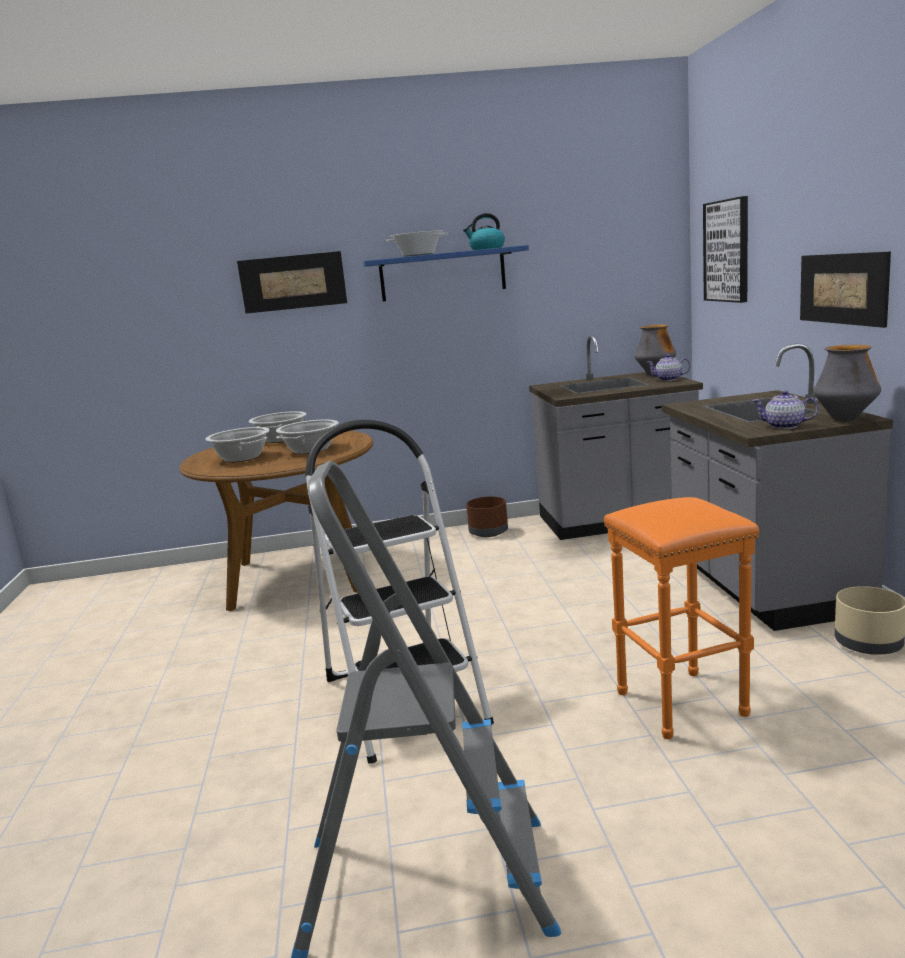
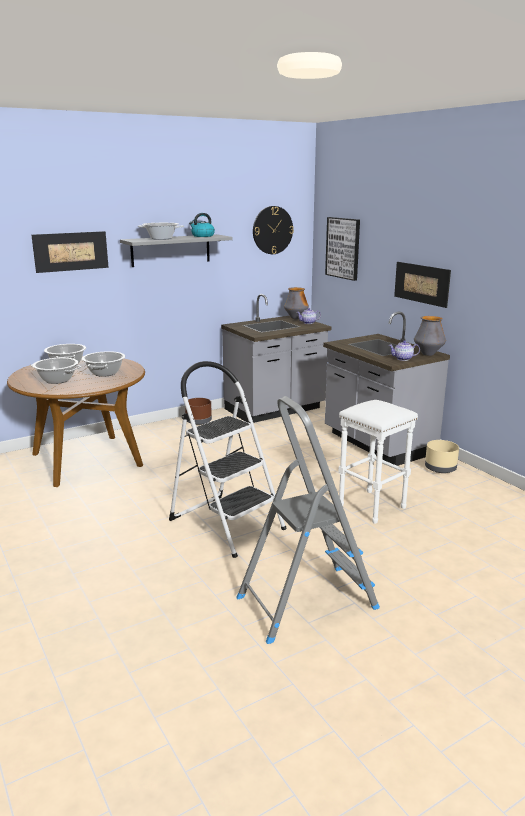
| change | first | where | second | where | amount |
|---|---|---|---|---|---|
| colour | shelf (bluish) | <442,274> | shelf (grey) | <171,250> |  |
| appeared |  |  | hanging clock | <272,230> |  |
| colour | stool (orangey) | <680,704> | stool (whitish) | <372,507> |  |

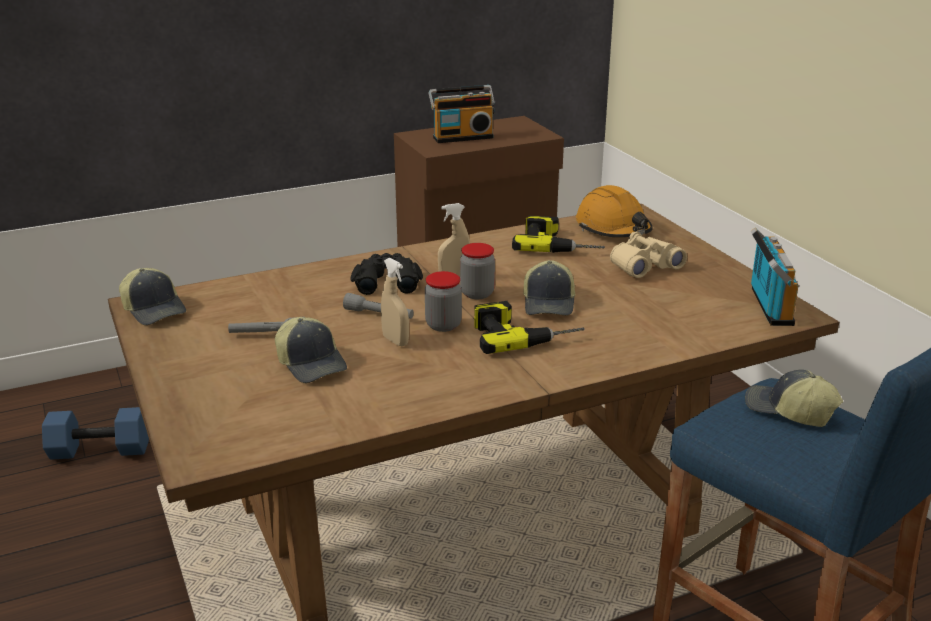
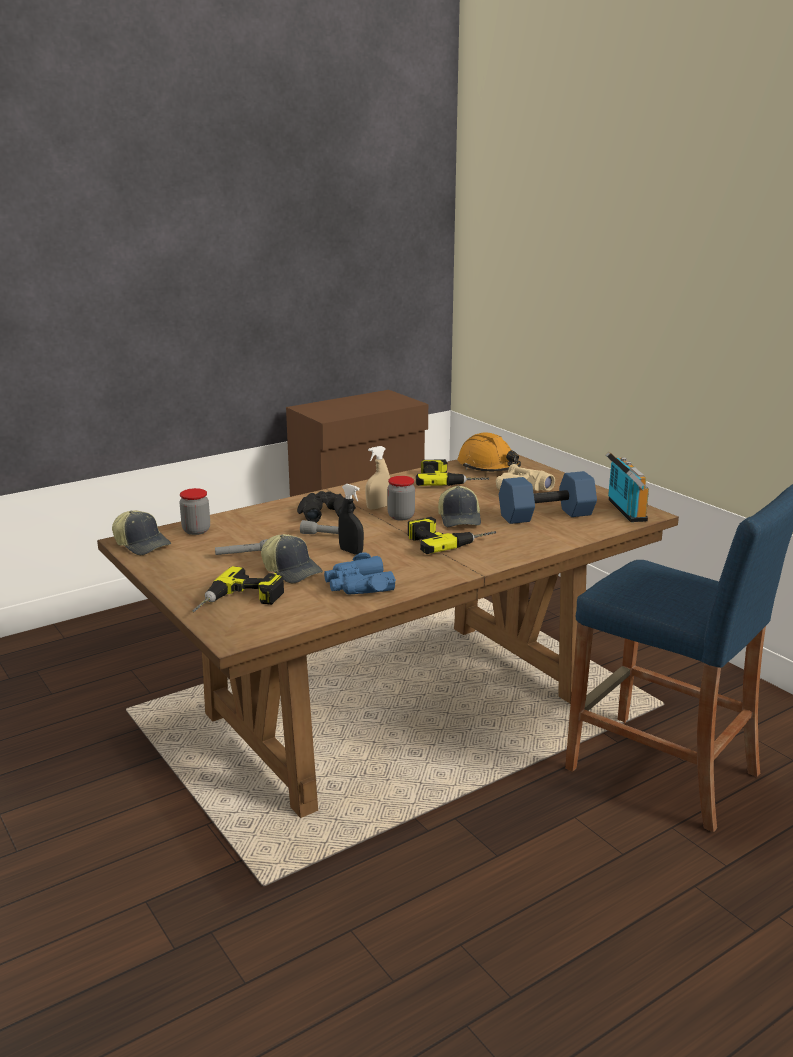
| change | first | where | second | where | amount |
|---|---|---|---|---|---|
| relocated | storage jar | <443,325> |  | <196,530> |  |
| appeared |  |  | drill | <239,602> |  |
| appeared |  |  | pair of binoculars (bluish) | <358,585> |  |
| colour | hand sprayer (sand-coloured) | <395,341> | hand sprayer (black-coloured) | <351,551> |  |
| relocated | hand weight (bluish) | <98,451> |  | <545,516> |  |
| missing | radio receiver | <462,137> |  |  |  |
| missing | baseball cap | <789,411> |  |  |  |

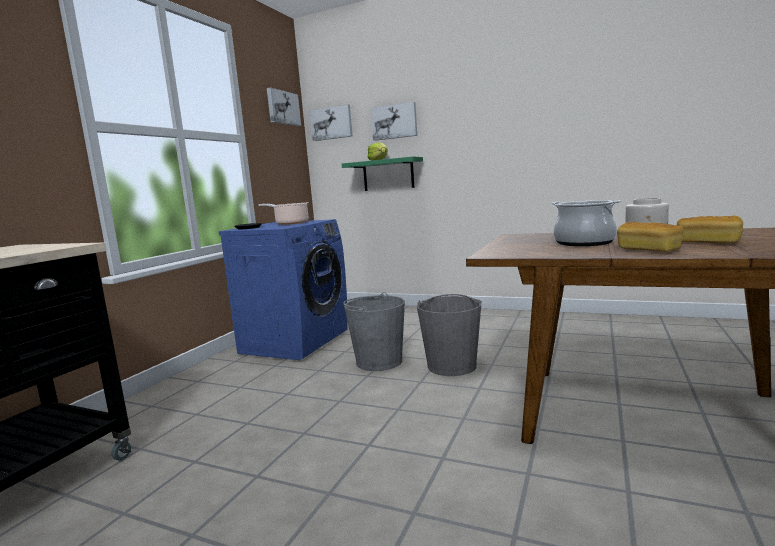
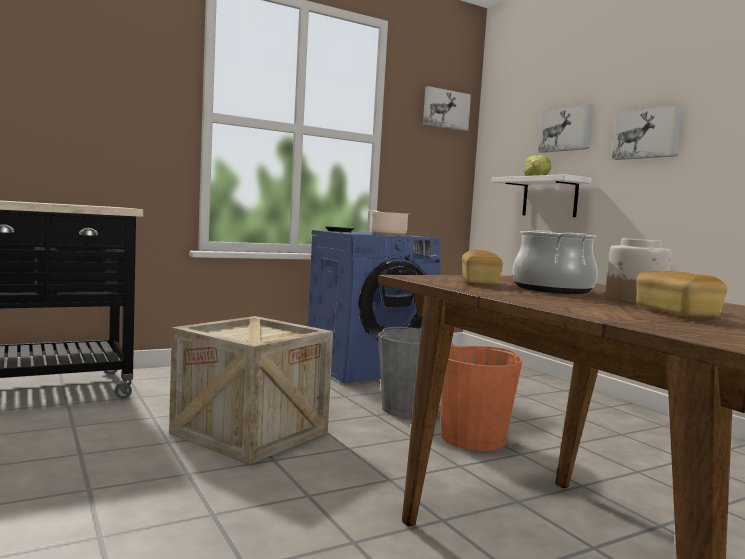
| change | first | where | second | where | amount |
|---|---|---|---|---|---|
| appeared |  |  | packing crate | <250,433> |  |
| colour | pail (grey) | <452,365> | pail (orangey) | <473,438> |  |
| relocated | bread | <648,250> |  | <479,283> |  |
| colour | shelf (greenish) | <388,175> | shelf (whitish) | <550,197> |  |
| relocated | wall picture | <332,123> |  | <648,134> |  |

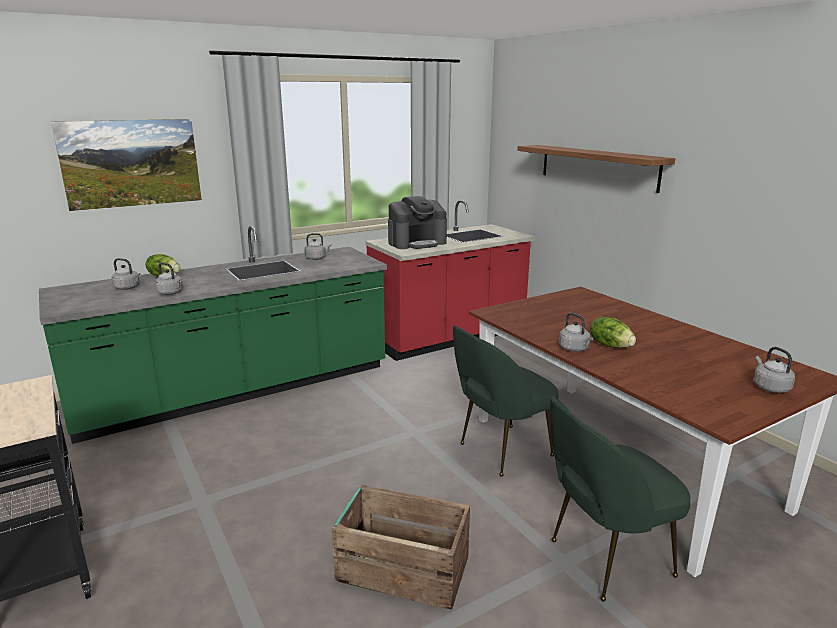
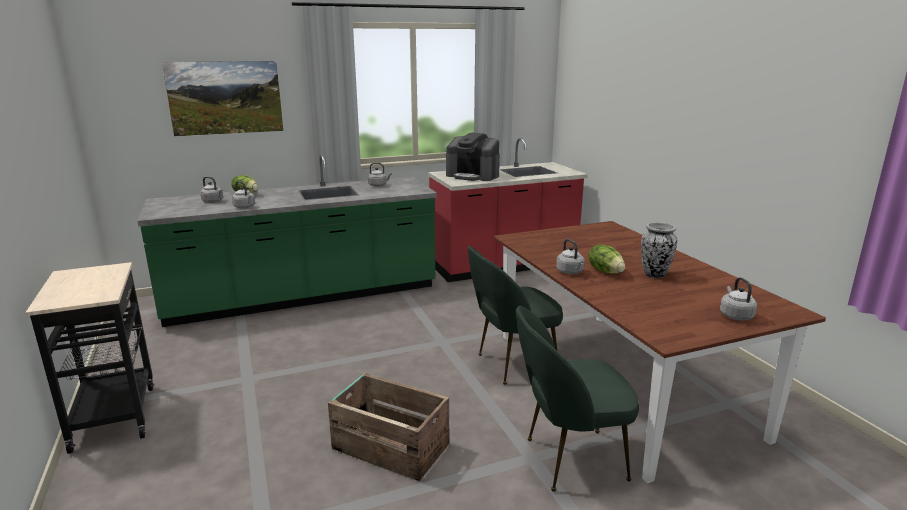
| change | first | where | second | where | amount |
|---|---|---|---|---|---|
| spun | coffee brewer | <417,243> |  | <473,175> | 45 degrees clockwise |
| appeared |  |  | decorative vase | <655,275> |  |
| missing | shelf | <597,167> |  |  |  |

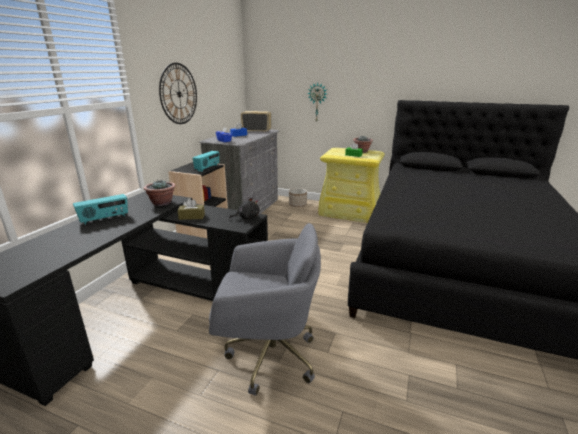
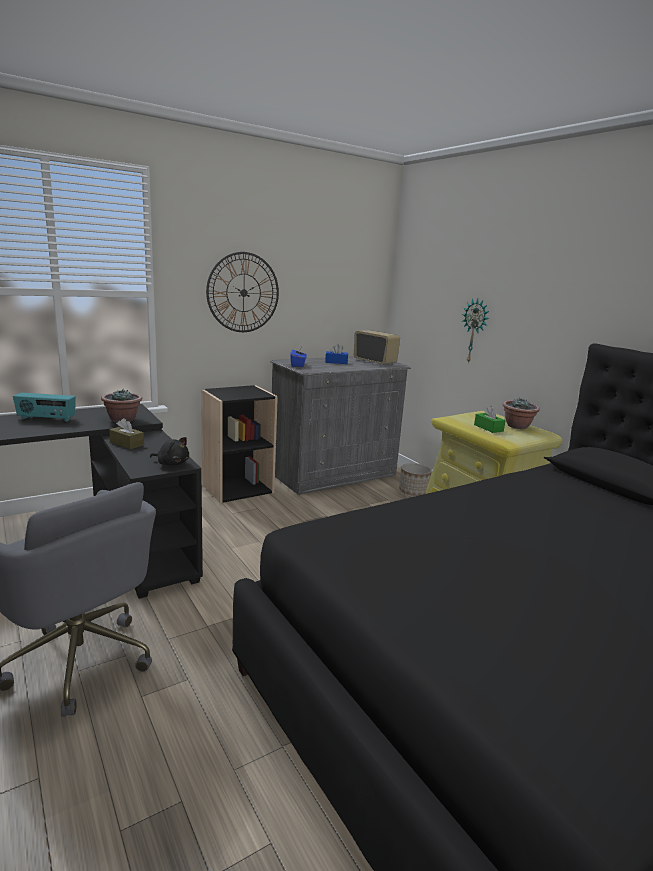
| change | first | where | second | where | amount |
|---|---|---|---|---|---|
| missing | radio receiver | <207,168> |  |  |  |

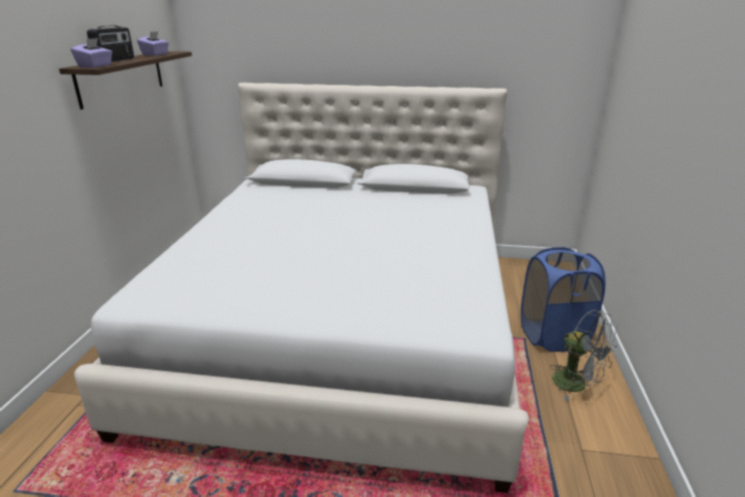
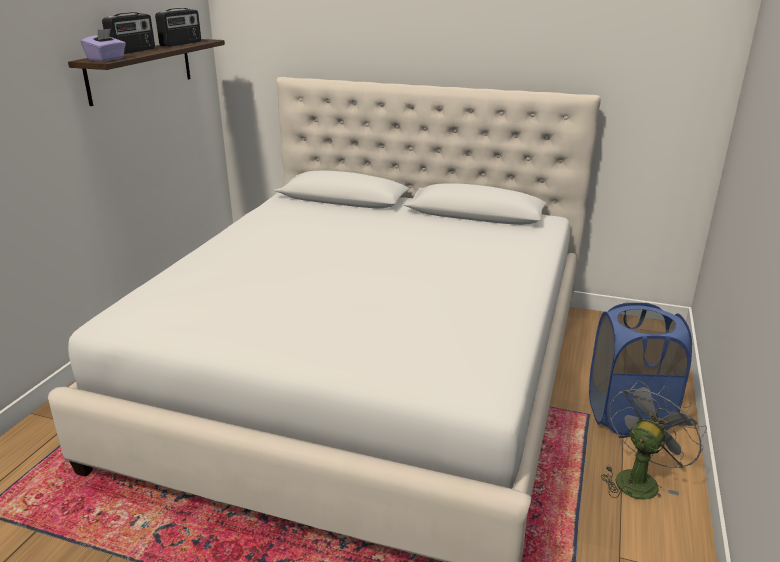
| change | first | where | second | where | amount |
|---|---|---|---|---|---|
| exchanged | box of tissues (purple) | <155,54> | radio receiver | <181,44> |  |
| spun | cooling fan (grey) | <576,385> |  | <639,479> | 105 degrees counterclockwise |

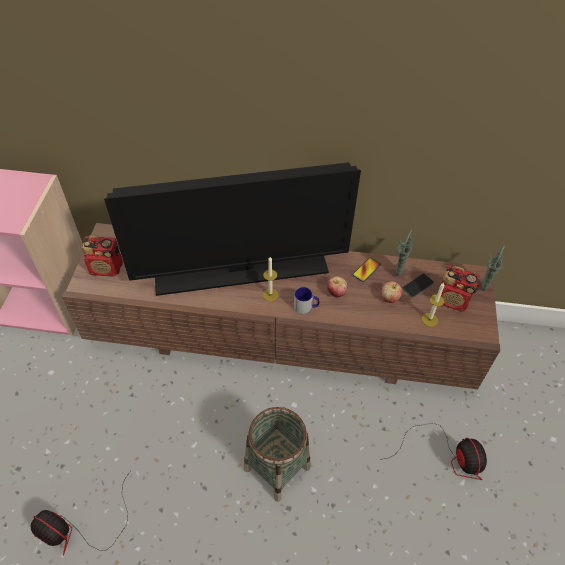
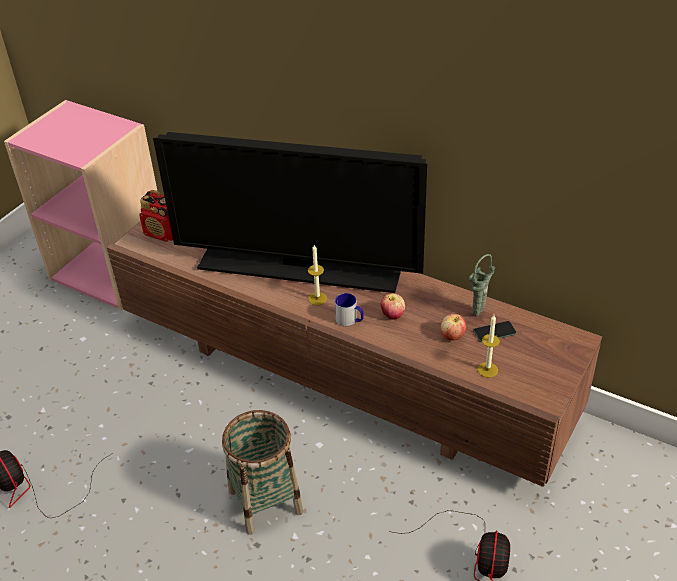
| change | first | where | second | where | amount |
|---|---|---|---|---|---|
| missing | phone | <366,270> |  |  |  |
| missing | radio receiver | <453,300> |  |  |  |
| missing | decorative vase (greenish) | <483,287> |  |  |  |

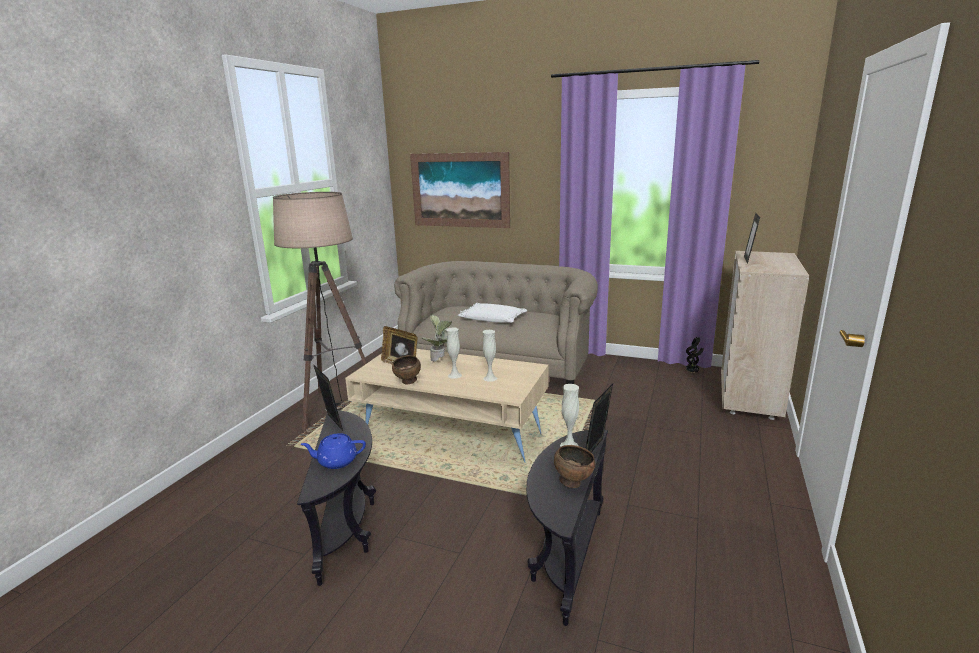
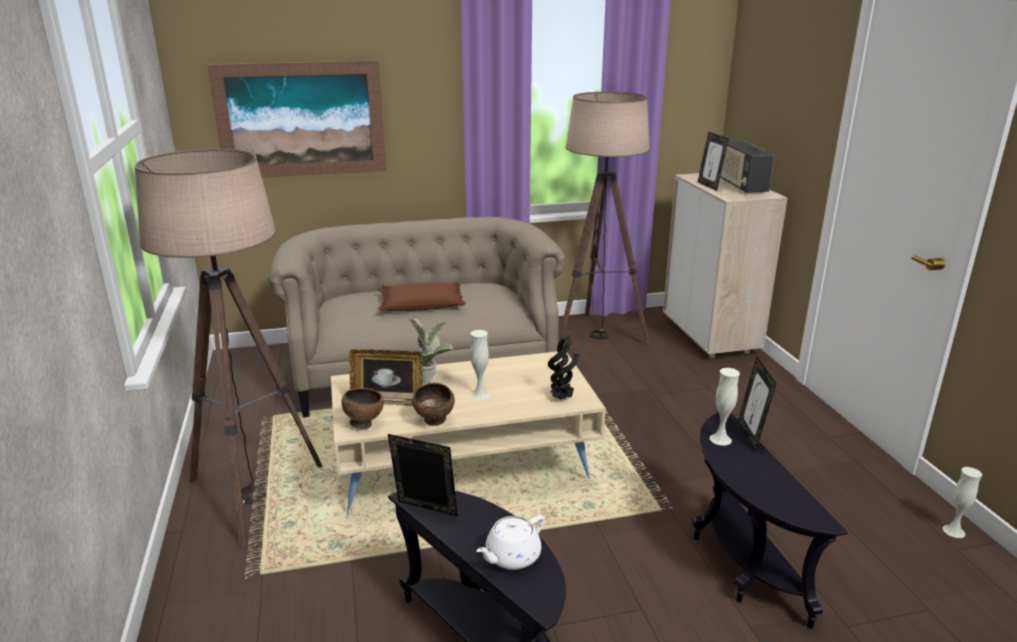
| change | first | where | second | where | amount |
|---|---|---|---|---|---|
| relocated | bowl (brown) | <573,482> |  | <364,424> |  |
| colour | cushion (whitish) | <492,317> | cushion (brown) | <421,303> |  |
| colour | tea pot (bluish) | <336,461> | tea pot (whitish) | <511,557> |  |
| relocated | plant in a pot | <692,372> |  | <562,398> |  |
| appeared |  |  | floor lamp | <597,335> |  |
| appeared |  |  | radio receiver | <741,186> |  |
| relocated | decorative vase (whitish) | <490,378> |  | <953,531> |  |

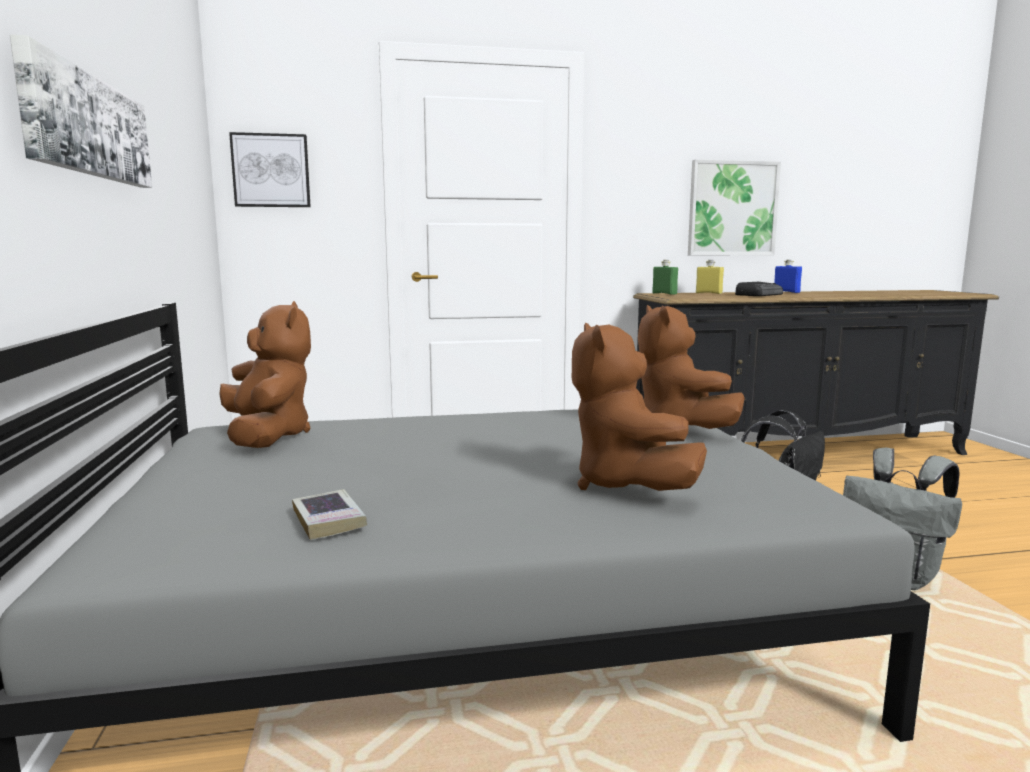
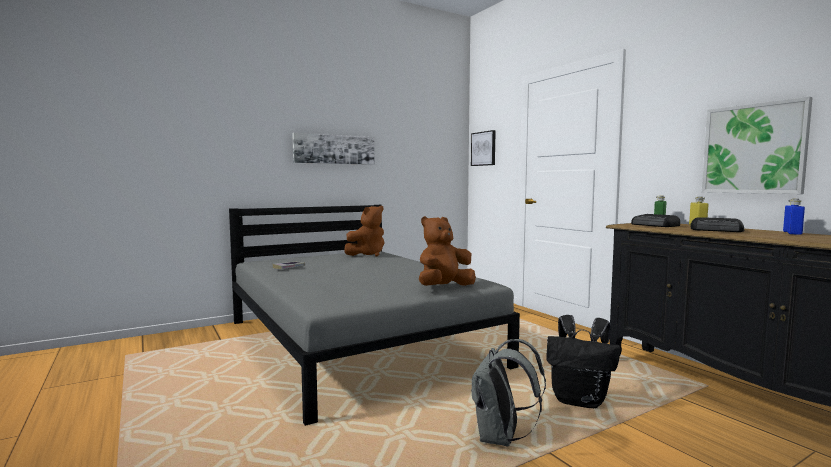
| change | first | where | second | where | amount |
|---|---|---|---|---|---|
| appeared |  |  | radio receiver | <655,225> |  |
| missing | cuddly toy (brown) | <626,485> |  |  |  |

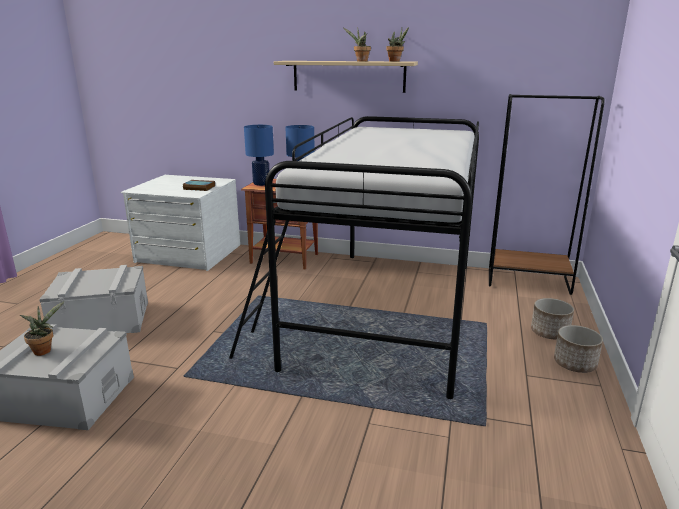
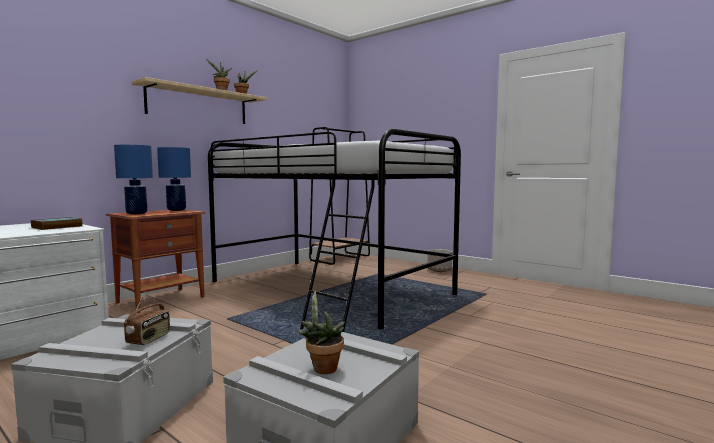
| change | first | where | second | where | amount |
|---|---|---|---|---|---|
| appeared |  |  | radio receiver | <149,339> |  |
| missing | flower pot | <549,332> |  |  |  |

